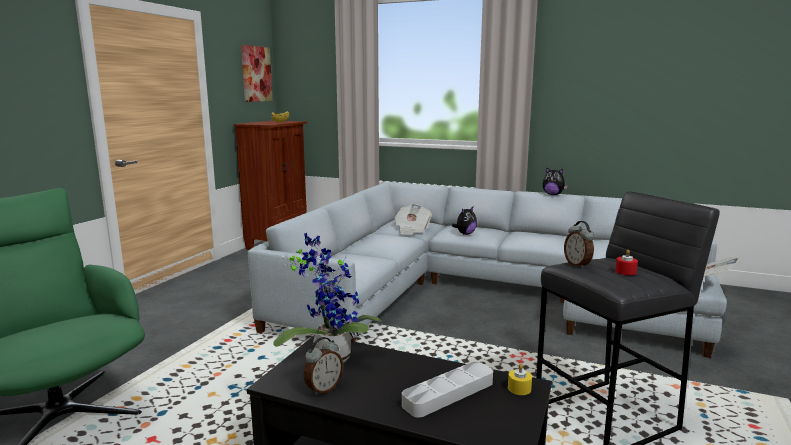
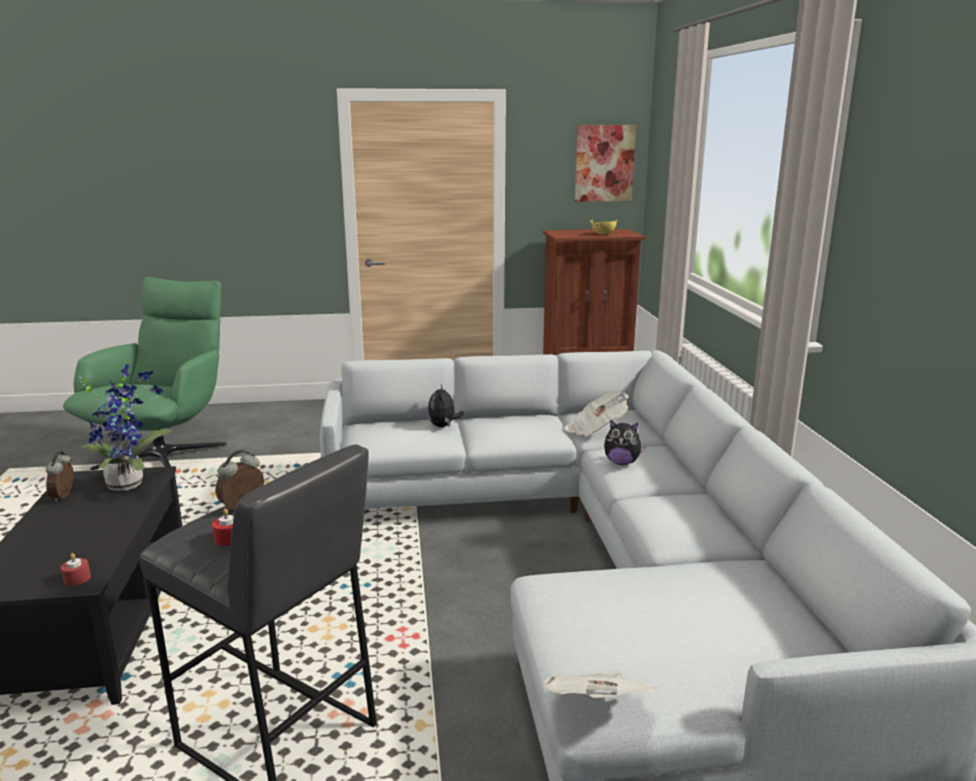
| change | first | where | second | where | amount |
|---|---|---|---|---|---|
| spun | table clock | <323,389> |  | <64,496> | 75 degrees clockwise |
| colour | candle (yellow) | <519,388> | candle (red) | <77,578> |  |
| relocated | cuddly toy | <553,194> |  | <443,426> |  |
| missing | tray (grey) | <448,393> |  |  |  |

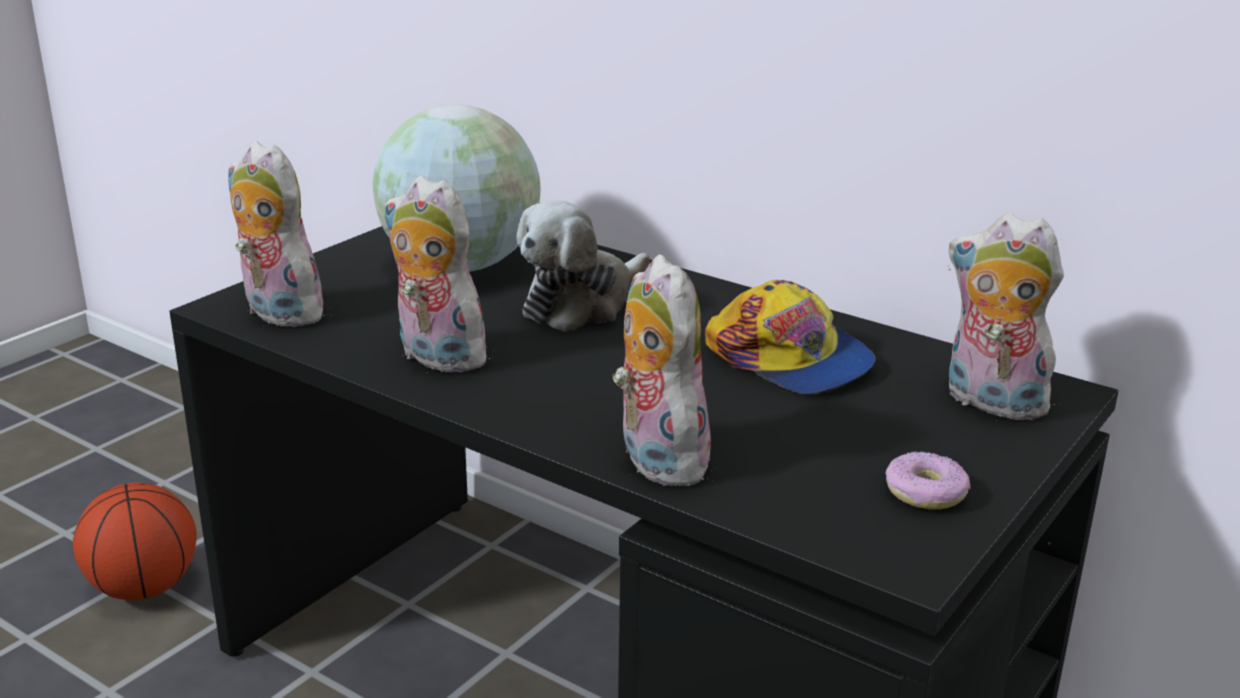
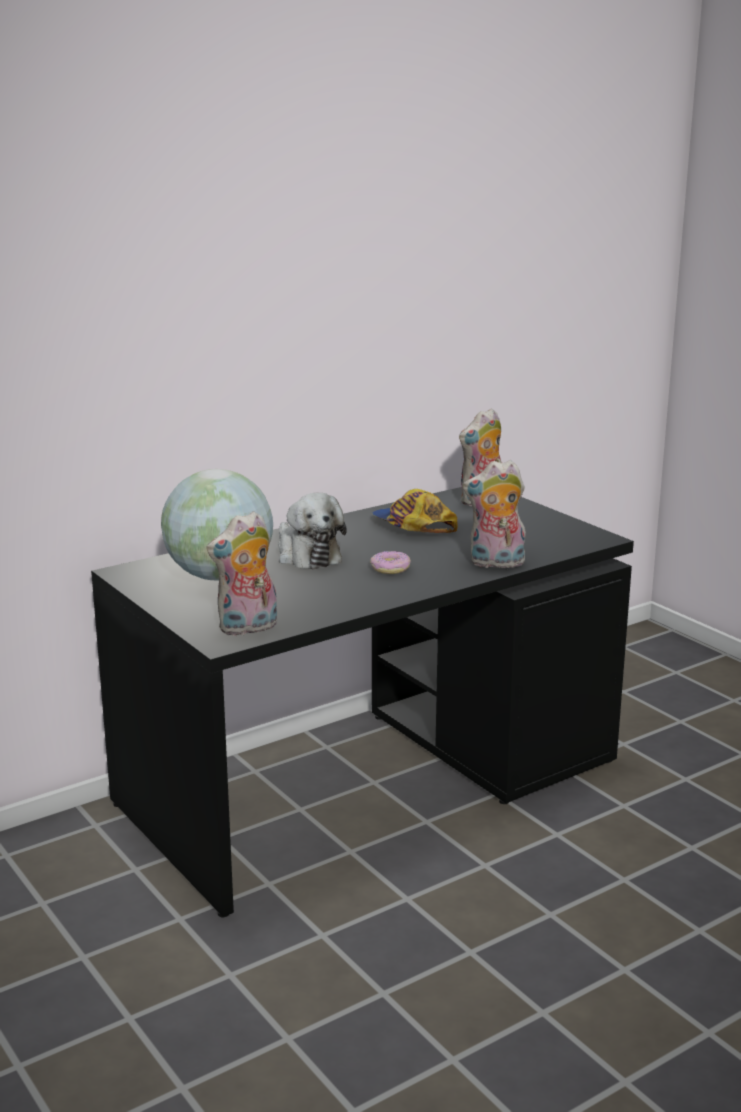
| change | first | where | second | where | amount |
|---|---|---|---|---|---|
| relocated | ring doughnut | <925,492> |  | <390,568> |  |
| spun | baseball cap | <790,359> |  | <413,525> | 105 degrees counterclockwise |
| missing | basketball | <144,589> |  |  |  |
| missing | cuddly toy | <435,357> |  |  |  |

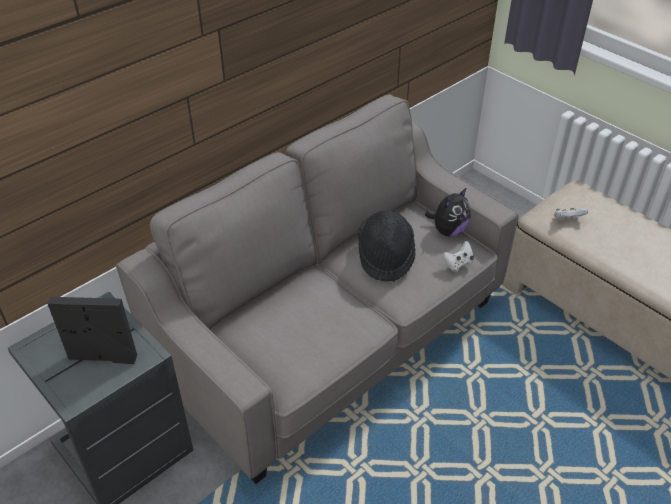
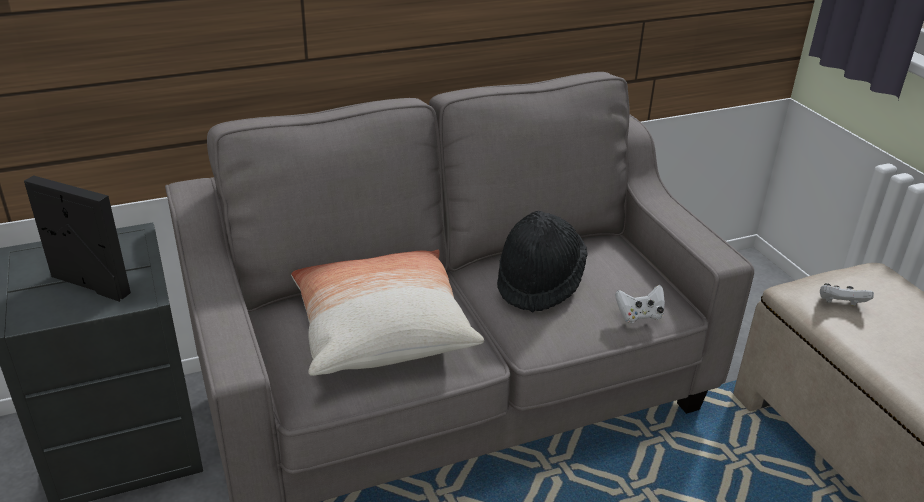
| change | first | where | second | where | amount |
|---|---|---|---|---|---|
| appeared |  |  | cushion | <381,331> |  |
| missing | cuddly toy | <448,230> |  |  |  |

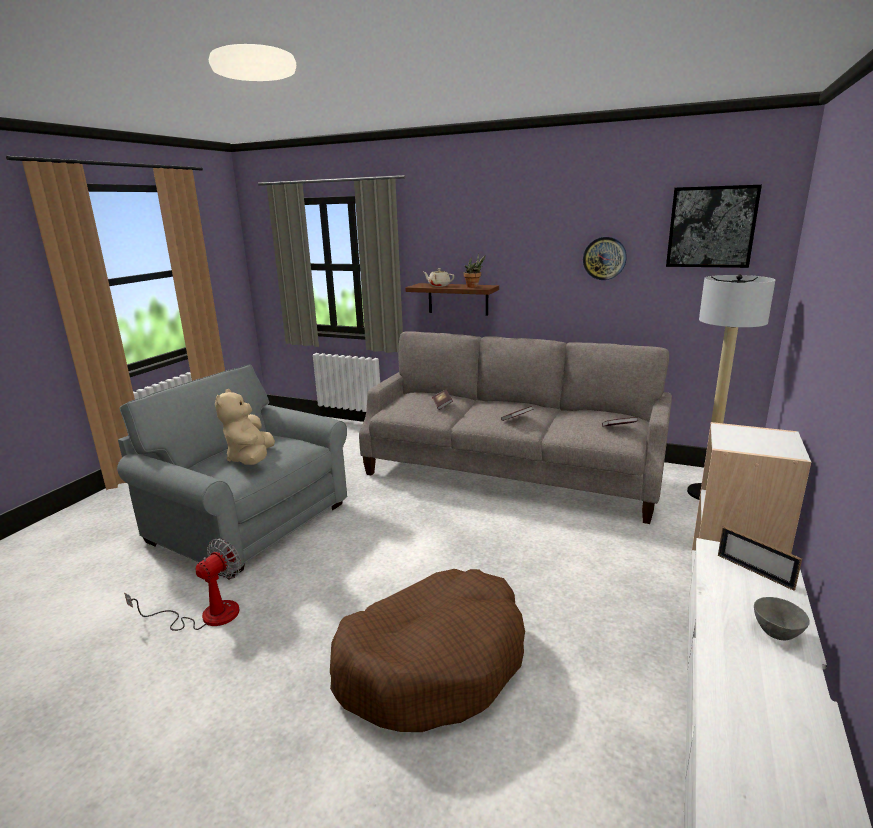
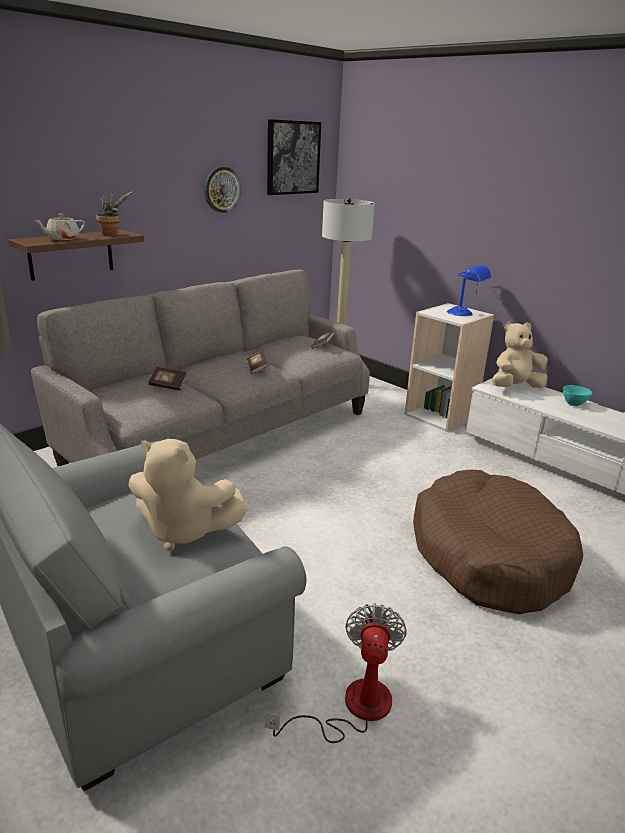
| change | first | where | second | where | amount |
|---|---|---|---|---|---|
| spun | cooling fan | <206,615> |  | <352,708> | 45 degrees clockwise |
| appeared |  |  | lamp for a table (bluish) | <465,313> |  |
| exchanged | standing frame | <754,571> | cuddly toy (sand-coloured) | <515,387> |  |
| colour | bowl (grey) | <777,634> | bowl (turquoise) | <574,404> |  |

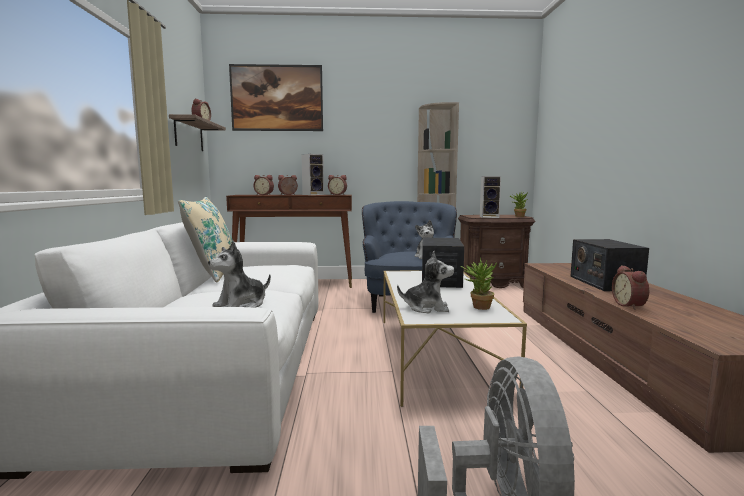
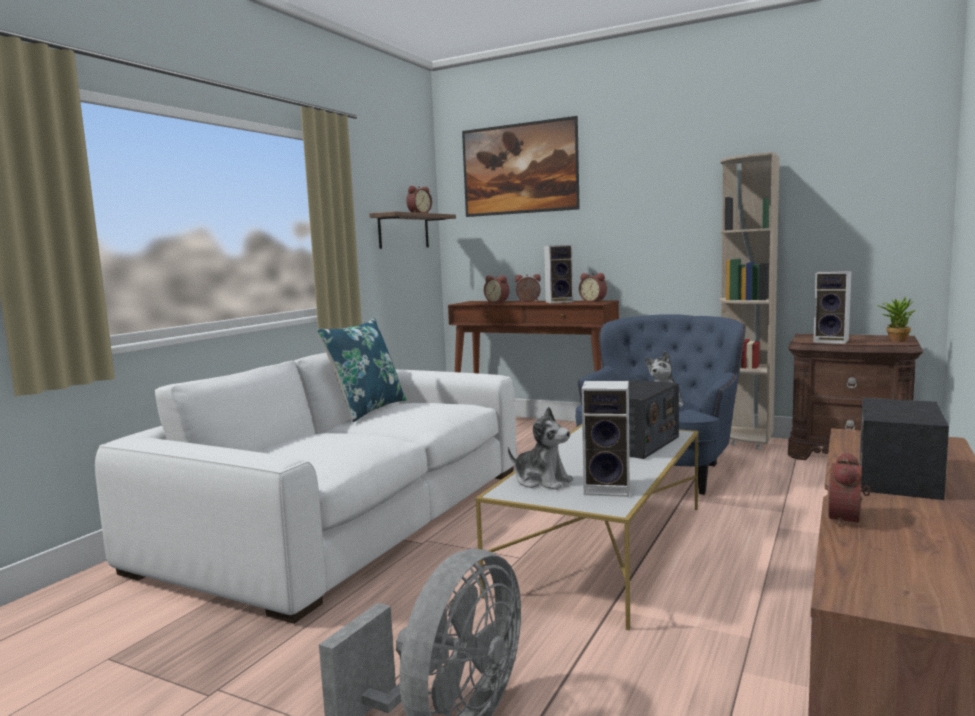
| change | first | where | second | where | amount |
|---|---|---|---|---|---|
| colour | cushion (sand-coloured) | <213,273> | cushion (bluish) | <367,410> |  |
| exchanged | plant in a pot | <478,307> | speaker | <609,488> |  |
| missing | cuddly toy | <241,305> |  |  |  |

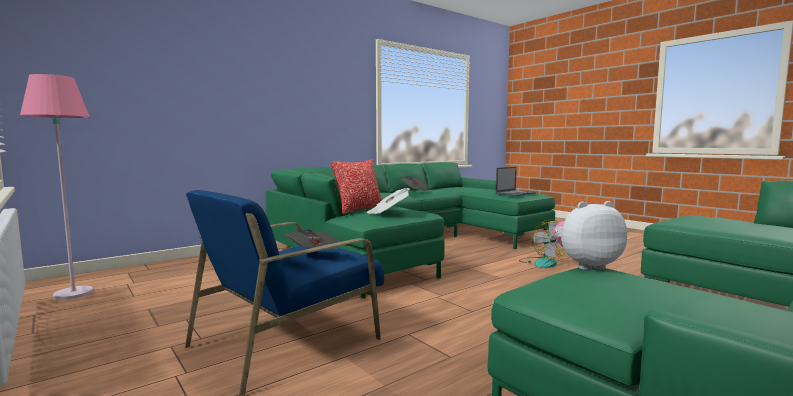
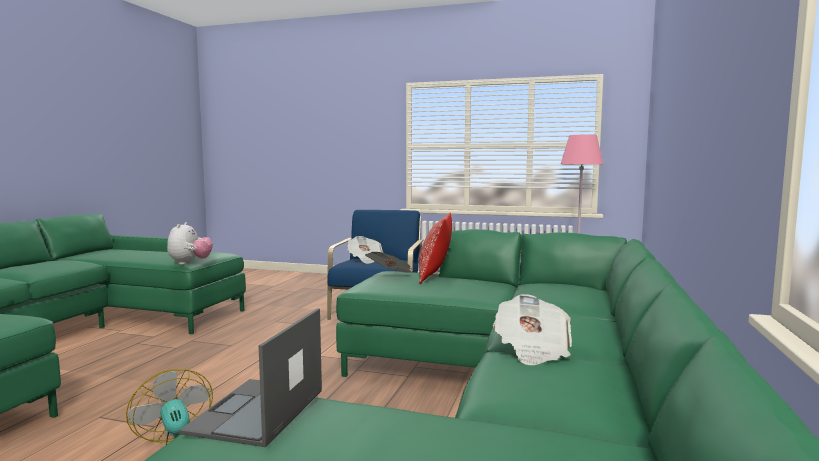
| change | first | where | second | where | amount |
|---|---|---|---|---|---|
| spun | cuddly toy | <586,265> |  | <190,263> | 45 degrees counterclockwise |

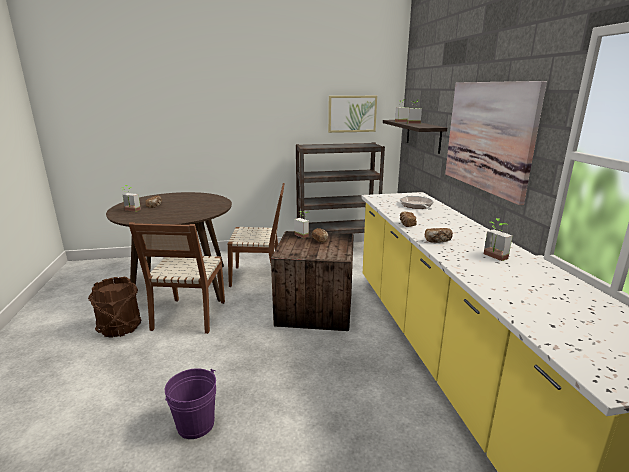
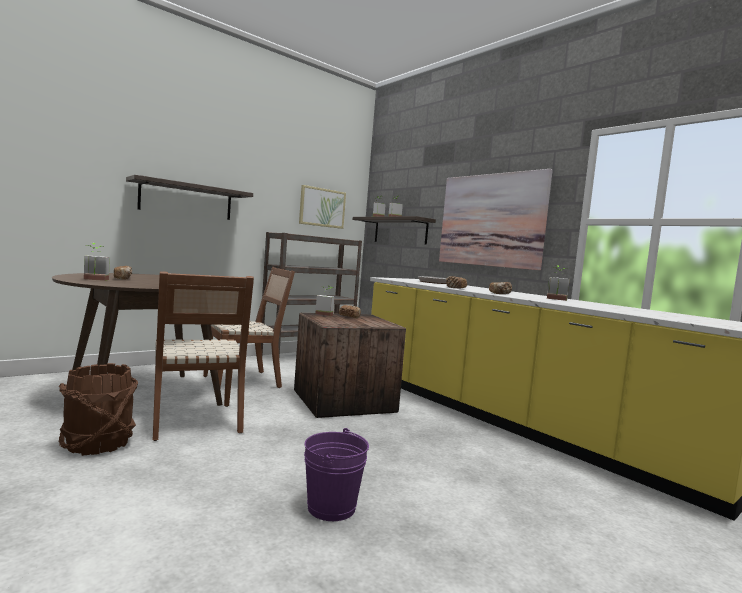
| change | first | where | second | where | amount |
|---|---|---|---|---|---|
| appeared |  |  | shelf | <186,200> |  |

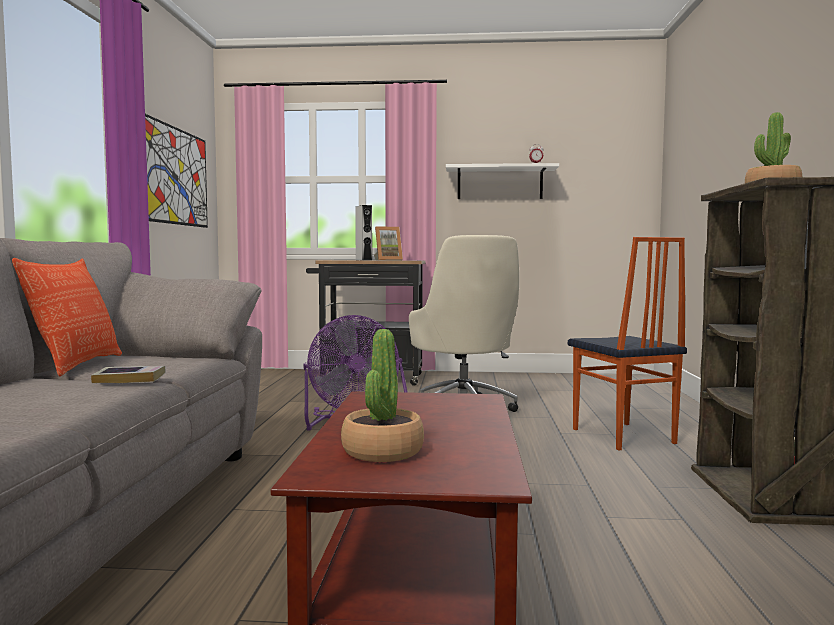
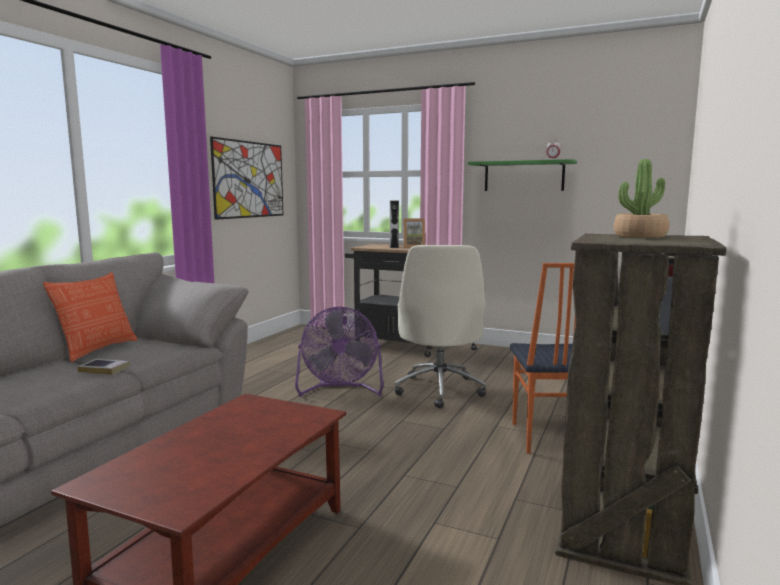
| change | first | where | second | where | amount |
|---|---|---|---|---|---|
| colour | shelf (whitish) | <500,183> | shelf (greenish) | <523,176> |  |
| missing | plant in a pot | <382,451> |  |  |  |

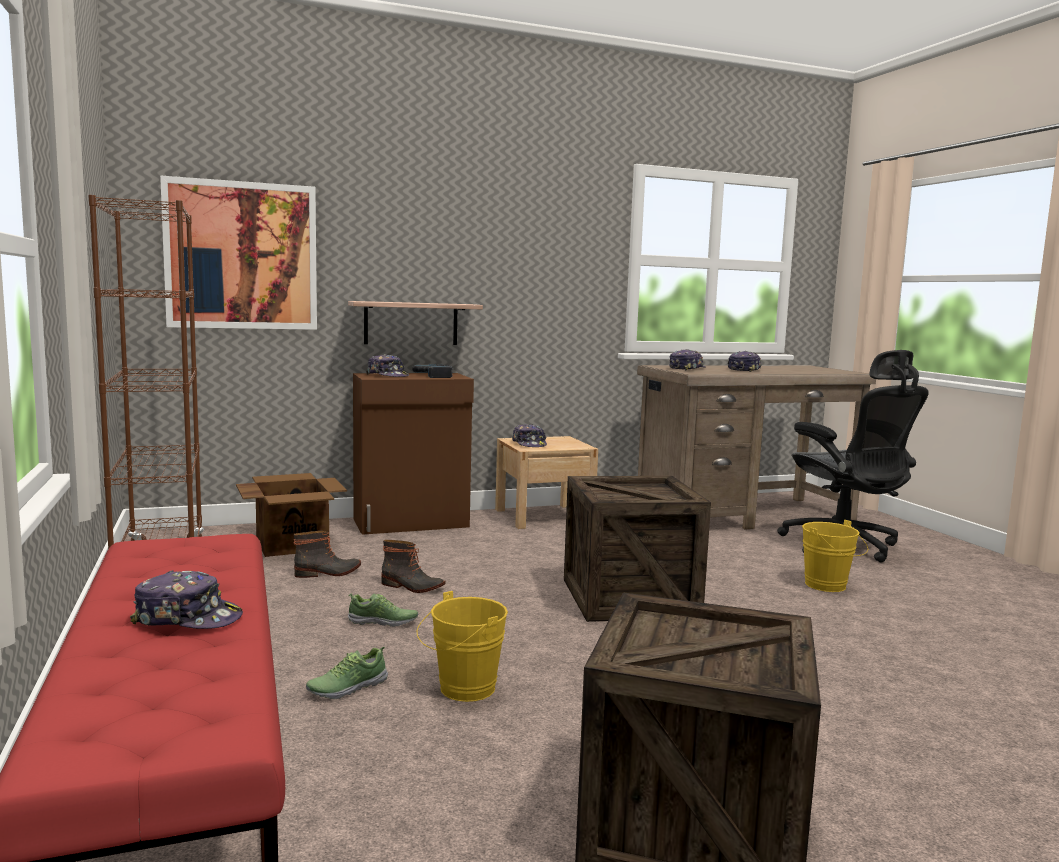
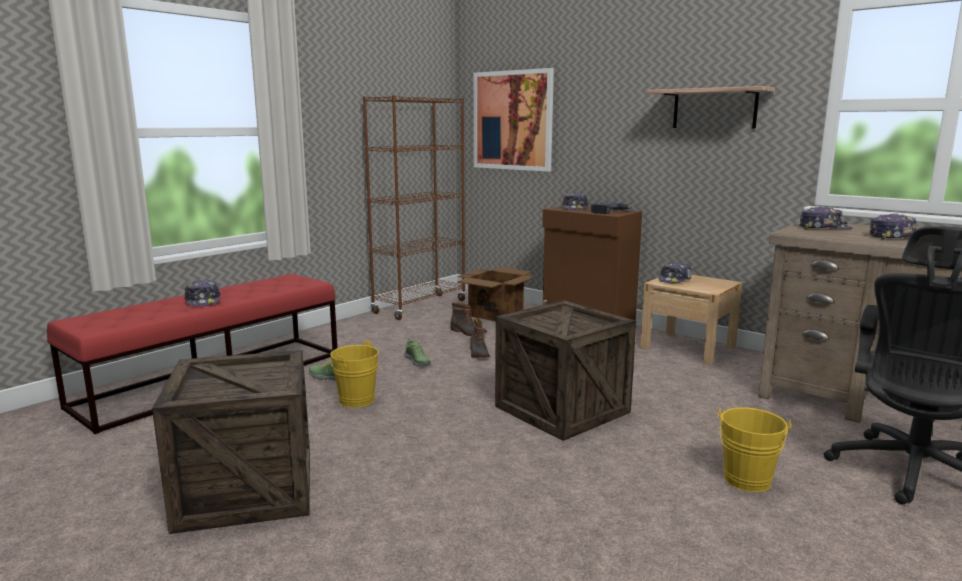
| change | first | where | second | where | amount |
|---|---|---|---|---|---|
| relocated | shelf | <411,323> |  | <714,108> |  |

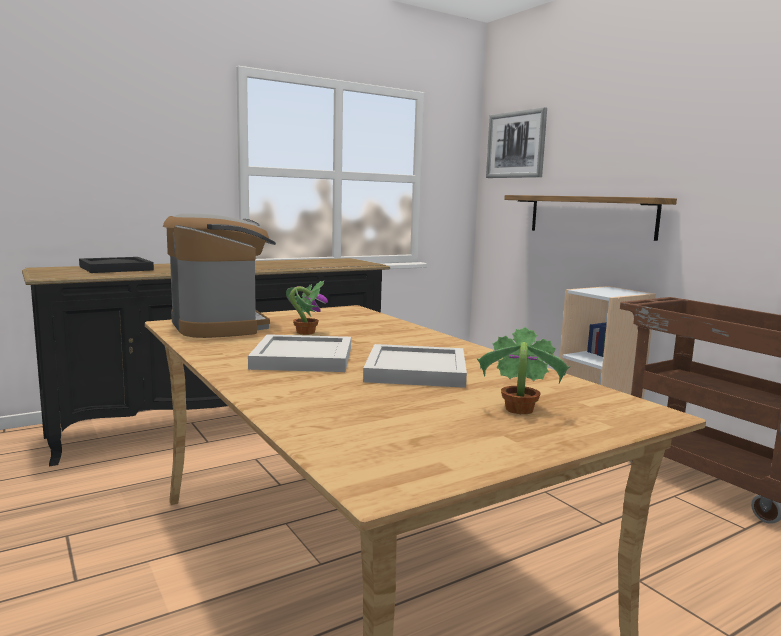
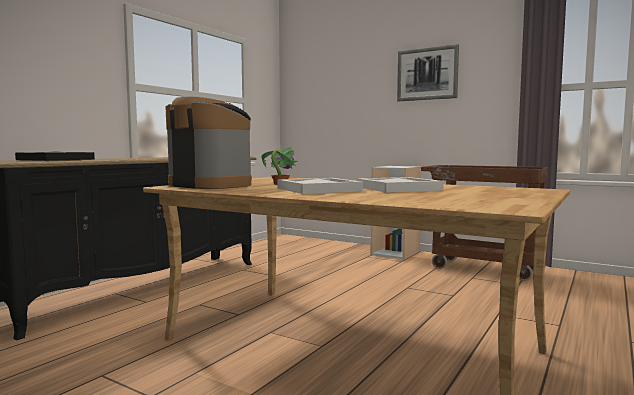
| change | first | where | second | where | amount |
|---|---|---|---|---|---|
| relocated | wall picture | <516,145> |  | <427,74> |  |
| missing | plant in a pot | <518,409> |  |  |  |
| missing | shelf | <590,216> |  |  |  |

